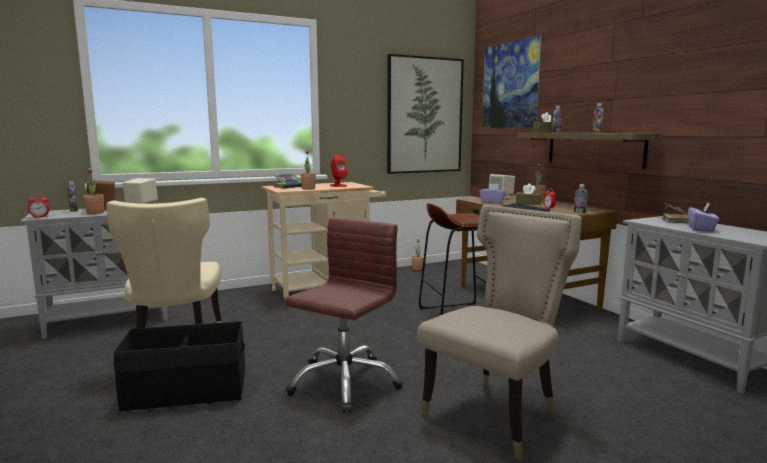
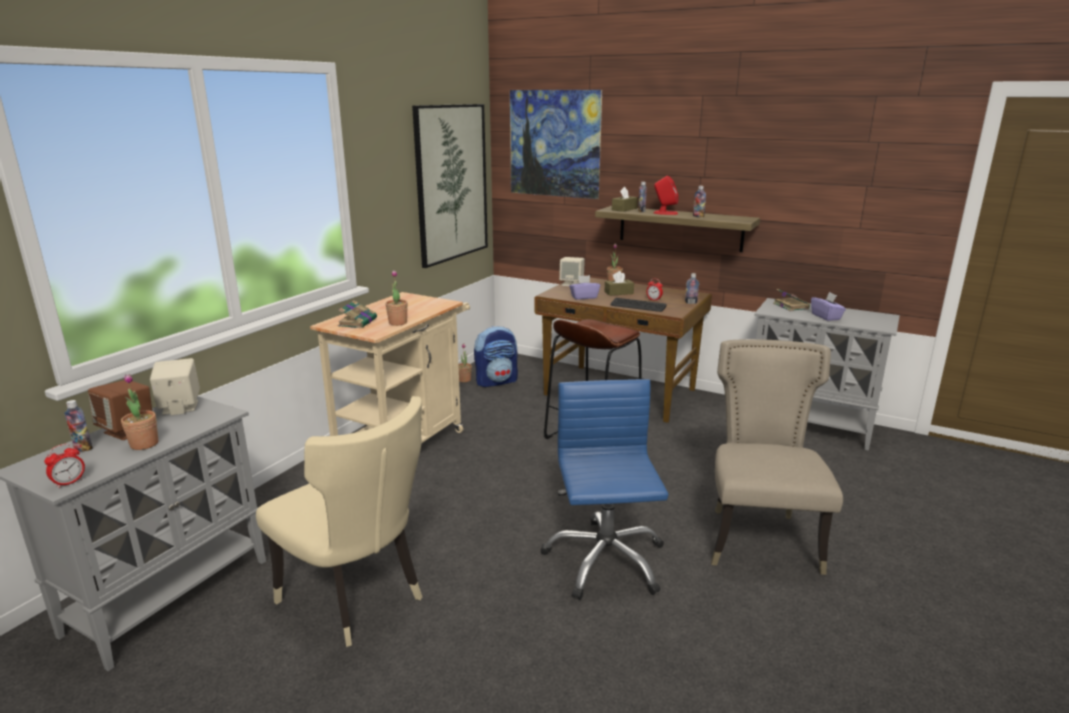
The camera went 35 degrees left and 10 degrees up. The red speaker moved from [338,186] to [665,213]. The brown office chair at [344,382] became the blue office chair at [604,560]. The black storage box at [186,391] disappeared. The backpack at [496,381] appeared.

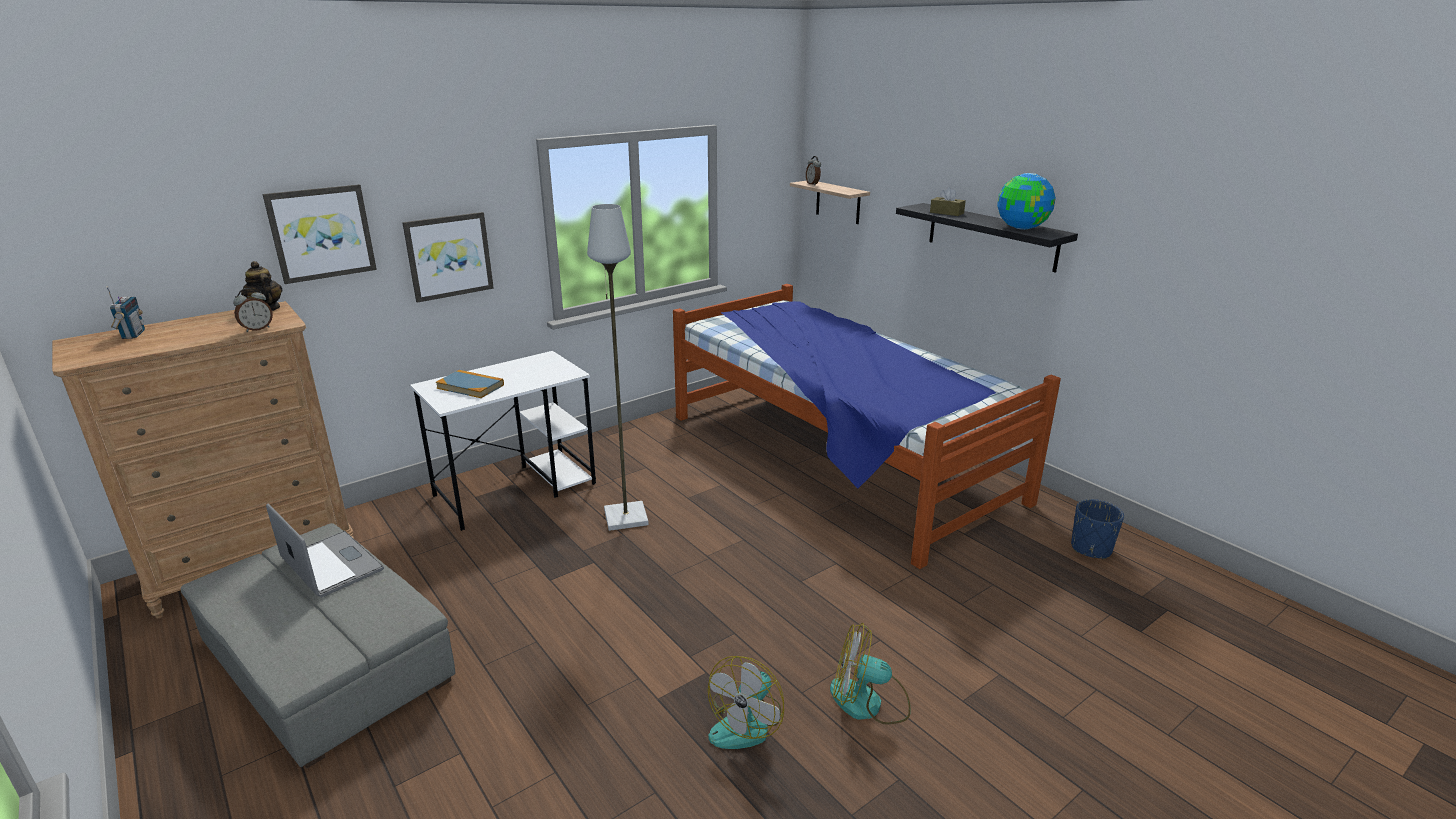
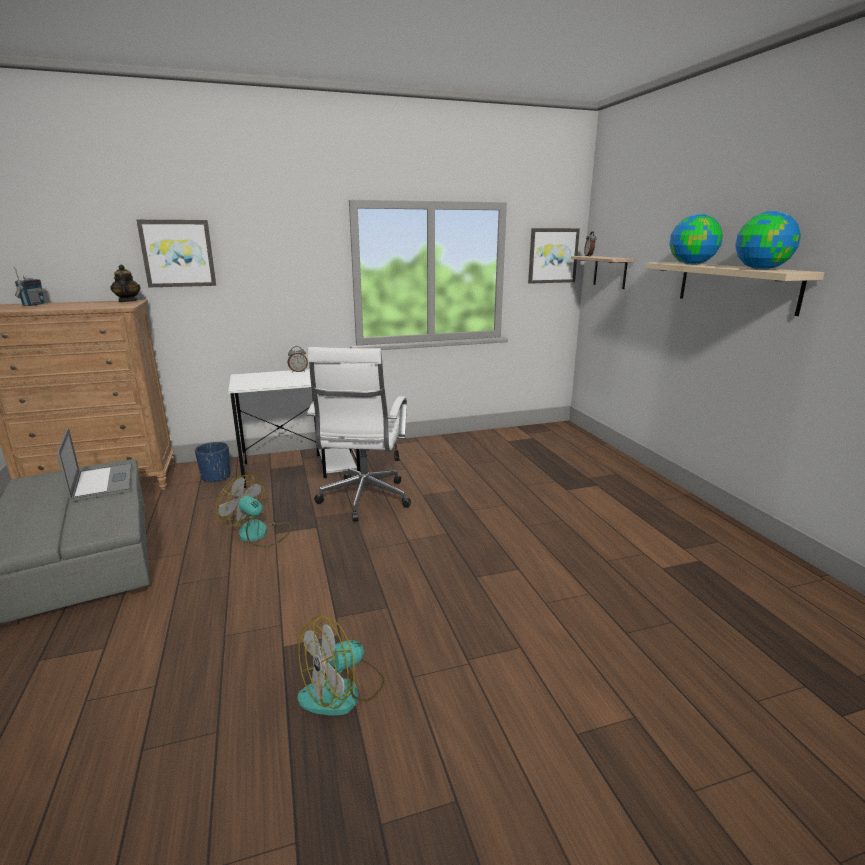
The camera went 20 degrees right and 5 degrees down. The brown tissue box at [946,213] was replaced by the globe at [692,264]. The black shelf at [991,236] became the beige shelf at [736,286]. The grey floor lamp at [625,518] was replaced by the white office chair at [364,500]. The picture moved from [449,256] to [552,255]. The bed at [836,458] disappeared. The alarm clock moved from [257,329] to [298,371]. The book at [470,386] disappeared. The blue planter moved from [1091,548] to [216,477]. The fan moved from [868,702] to [259,534].

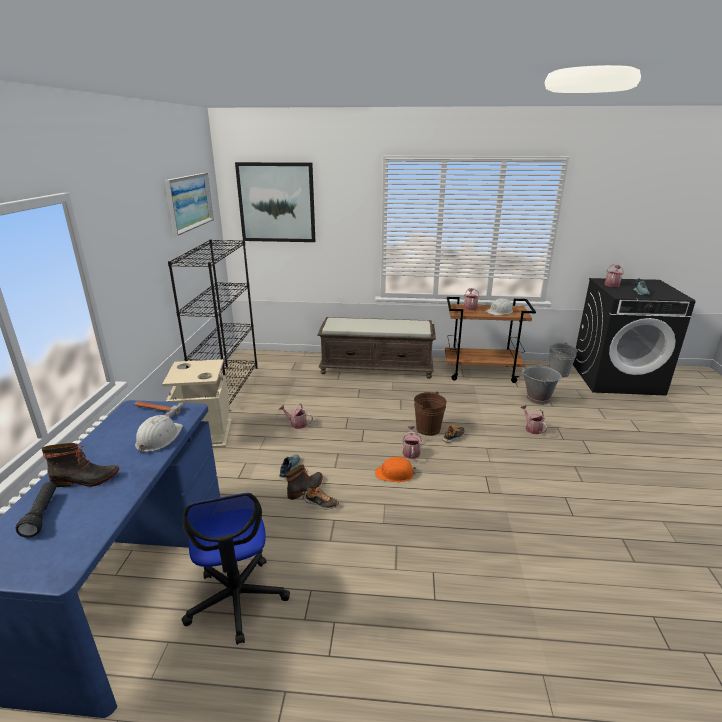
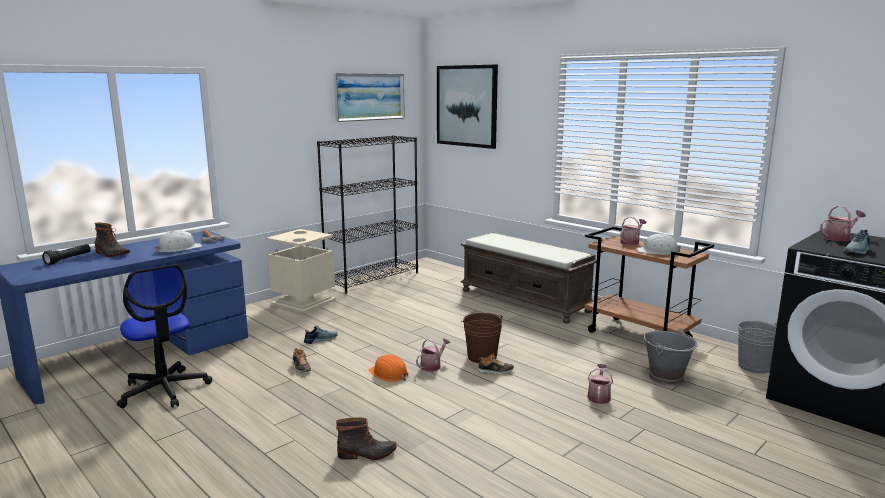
The camera went 40 degrees right and 10 degrees down. The watering can at [296,424] disappeared. The boot moved from [306,488] to [367,454]. The office chair at [237,599] turned 60 degrees counterclockwise.

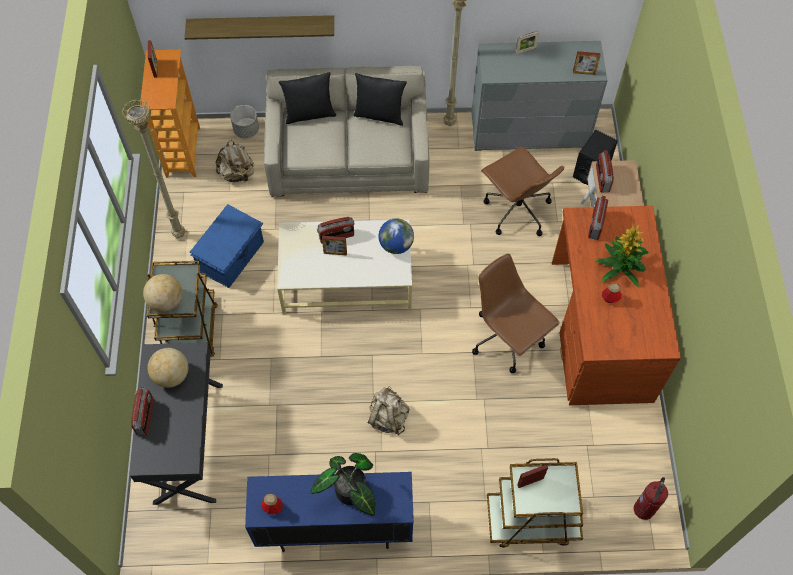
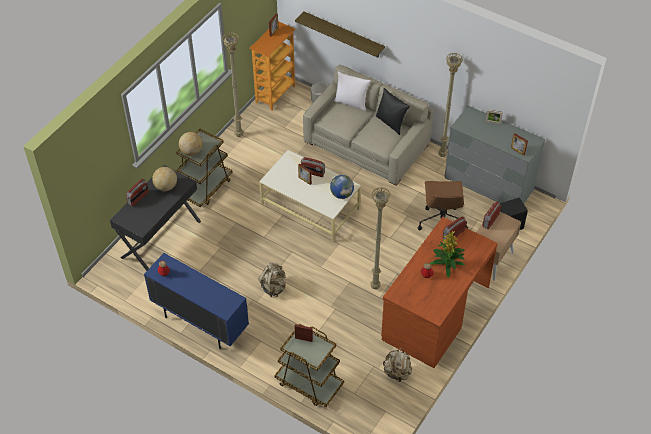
The camera went 35 degrees right and 10 degrees down. The black pillow at [309,114] became the white pillow at [351,103]. The beige backpack moved from [237,174] to [397,372]. The blue storage box at [232,256] disappeared. The brown office chair at [508,339] was replaced by the beige floor lamp at [376,287]. The potted plant at [351,494] disappeared. The fire extinguisher at [644,509] disappeared.

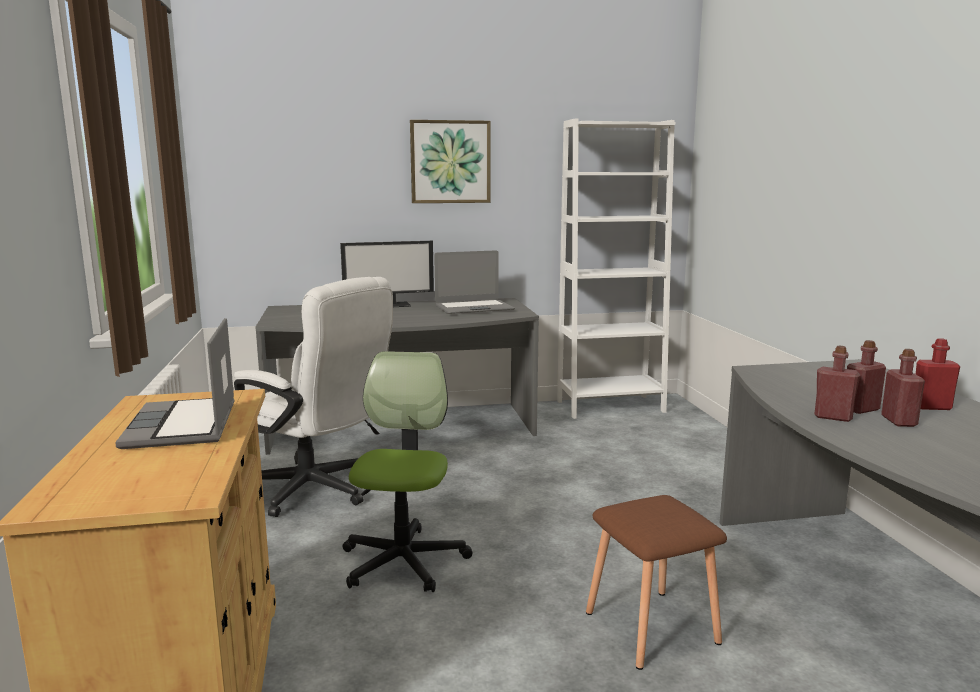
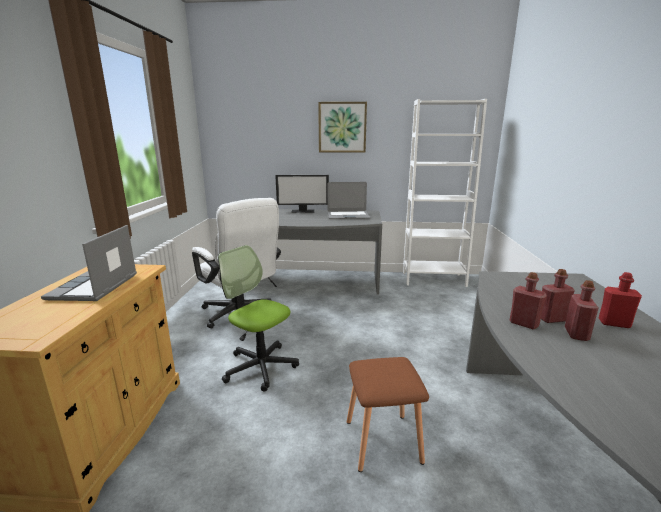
The camera went 15 degrees right and 5 degrees up. The office chair at [403,561] turned 75 degrees counterclockwise.

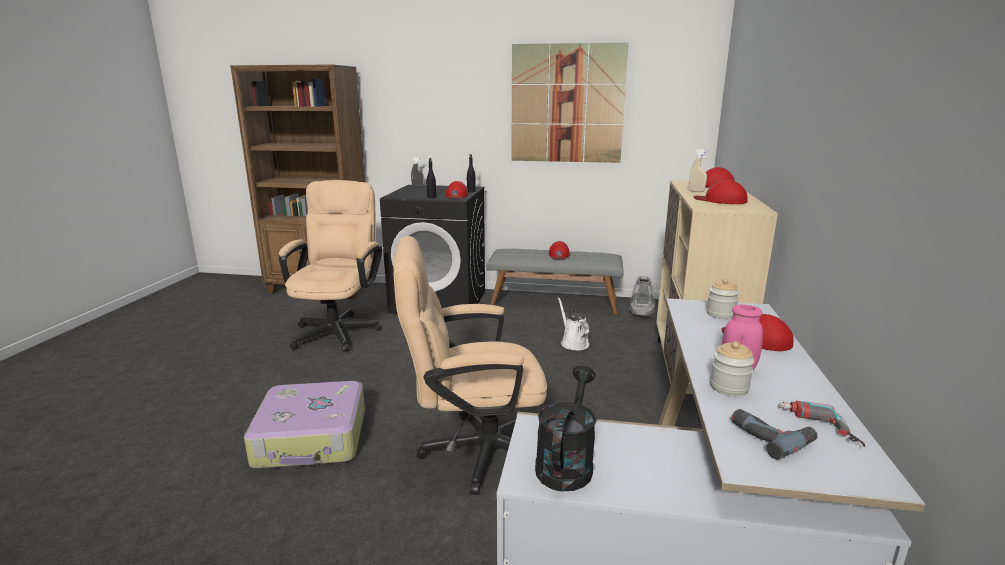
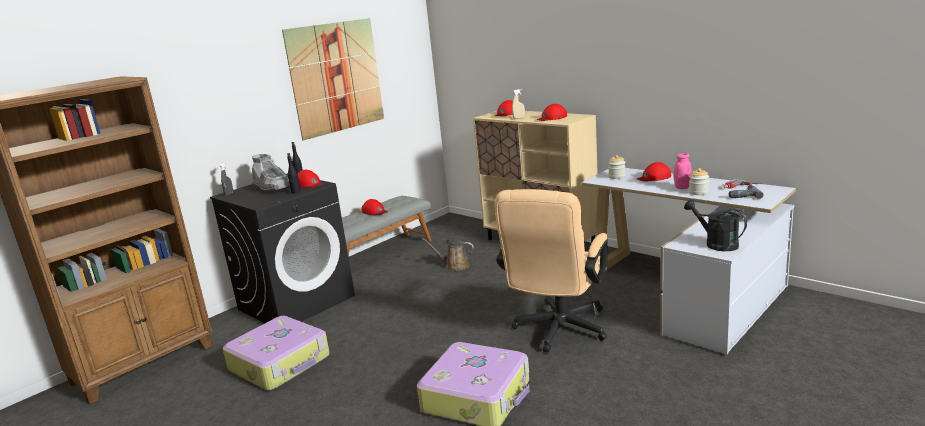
The camera went 55 degrees left and 0 degrees up. The beige office chair at [339,329] was replaced by the suitcase at [281,363]. The grey boot moved from [641,310] to [273,188]. The white watering can at [573,343] became the brown watering can at [454,266].

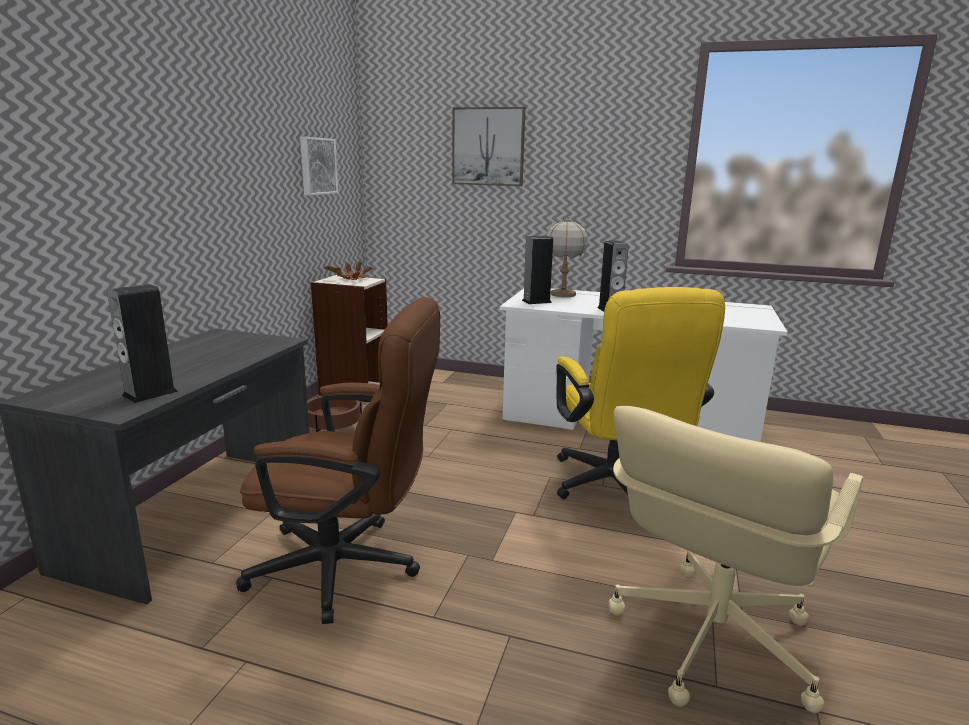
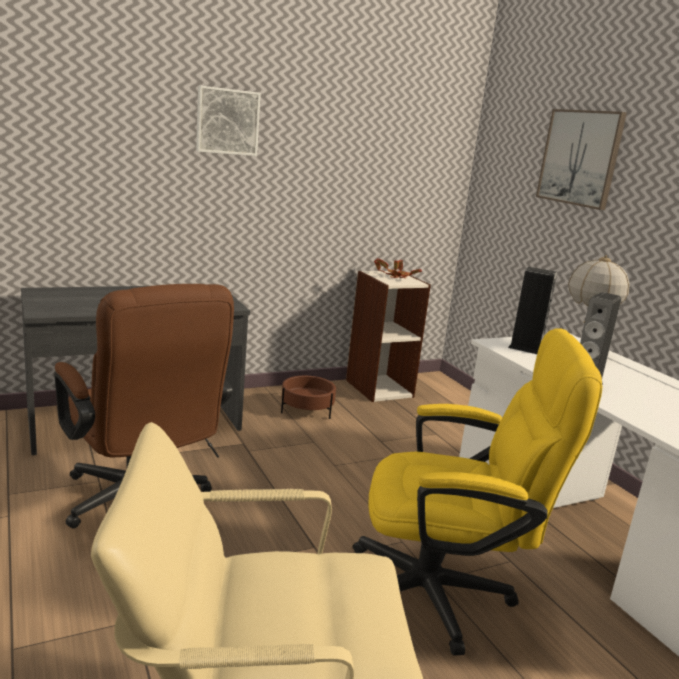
The camera went 45 degrees right and 0 degrees up. The picture moved from [317,166] to [227,121]. The speaker at [150,393] disappeared. The yellow office chair at [618,490] turned 120 degrees counterclockwise.

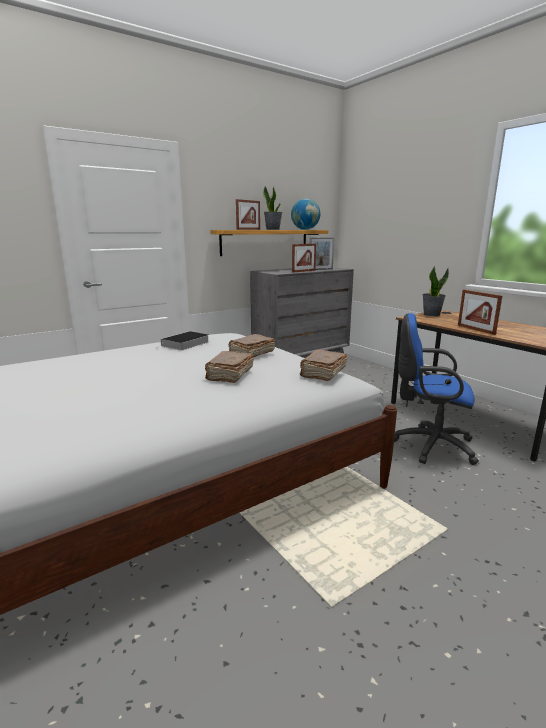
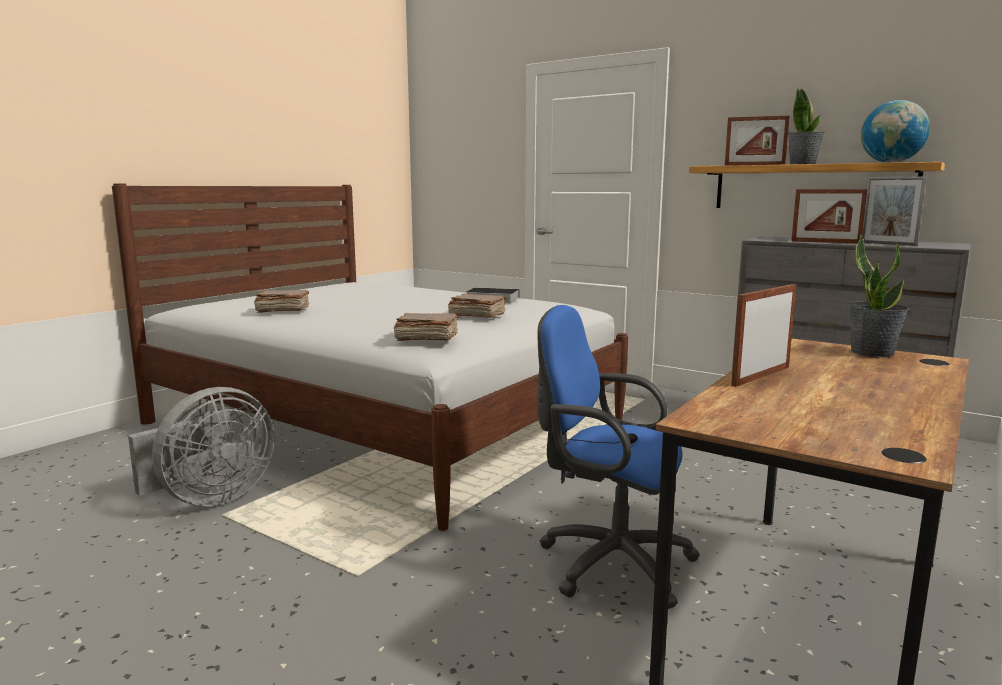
The camera went 70 degrees right and 5 degrees down. The blue office chair at [429,445] turned 60 degrees counterclockwise. The brown book moved from [229,375] to [282,310]. The grey fan at [210,498] appeared.

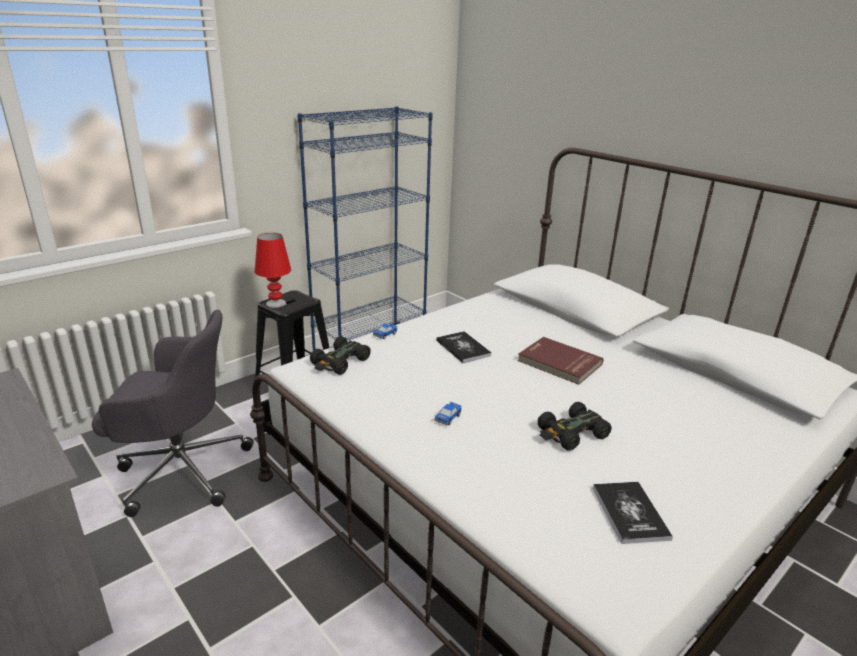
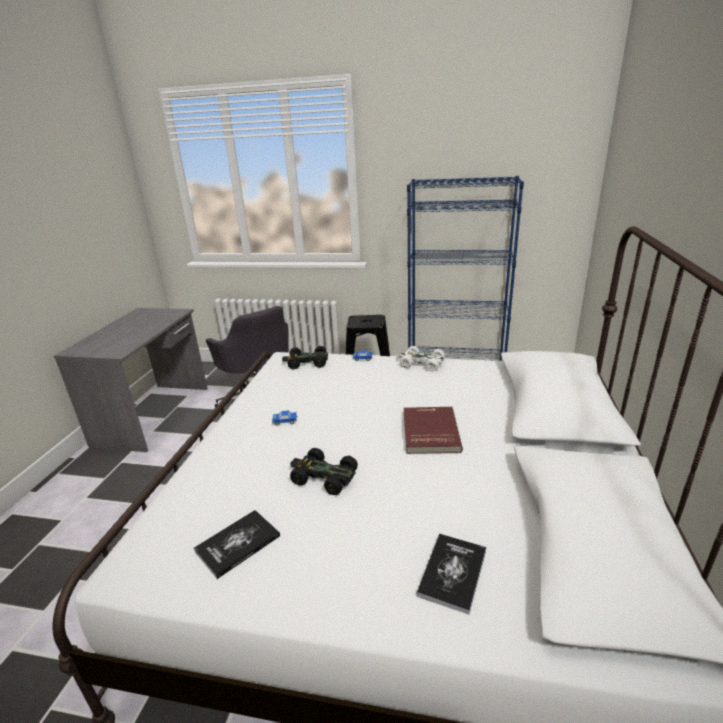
The camera went 55 degrees right and 0 degrees up. The red table lamp at [275,303] disappeared. The book moved from [463,348] to [452,572]. The white toy car at [421,363] appeared.

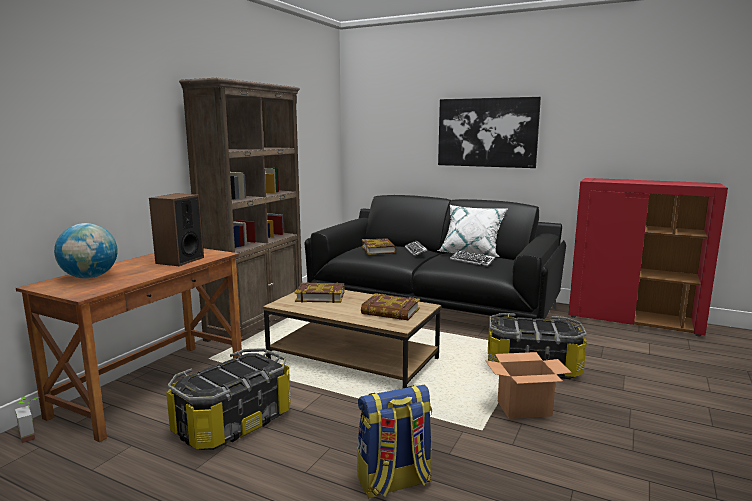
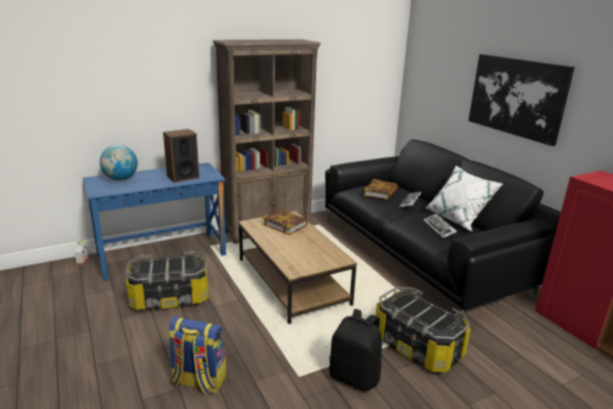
The camera went 35 degrees right and 10 degrees up. The brown desk at [153,386] became the blue desk at [162,255]. The book at [390,311] disappeared. The cardboard box at [524,408] was replaced by the black backpack at [355,377].

